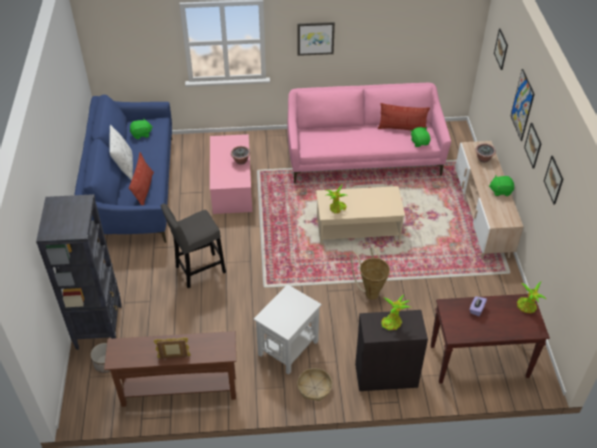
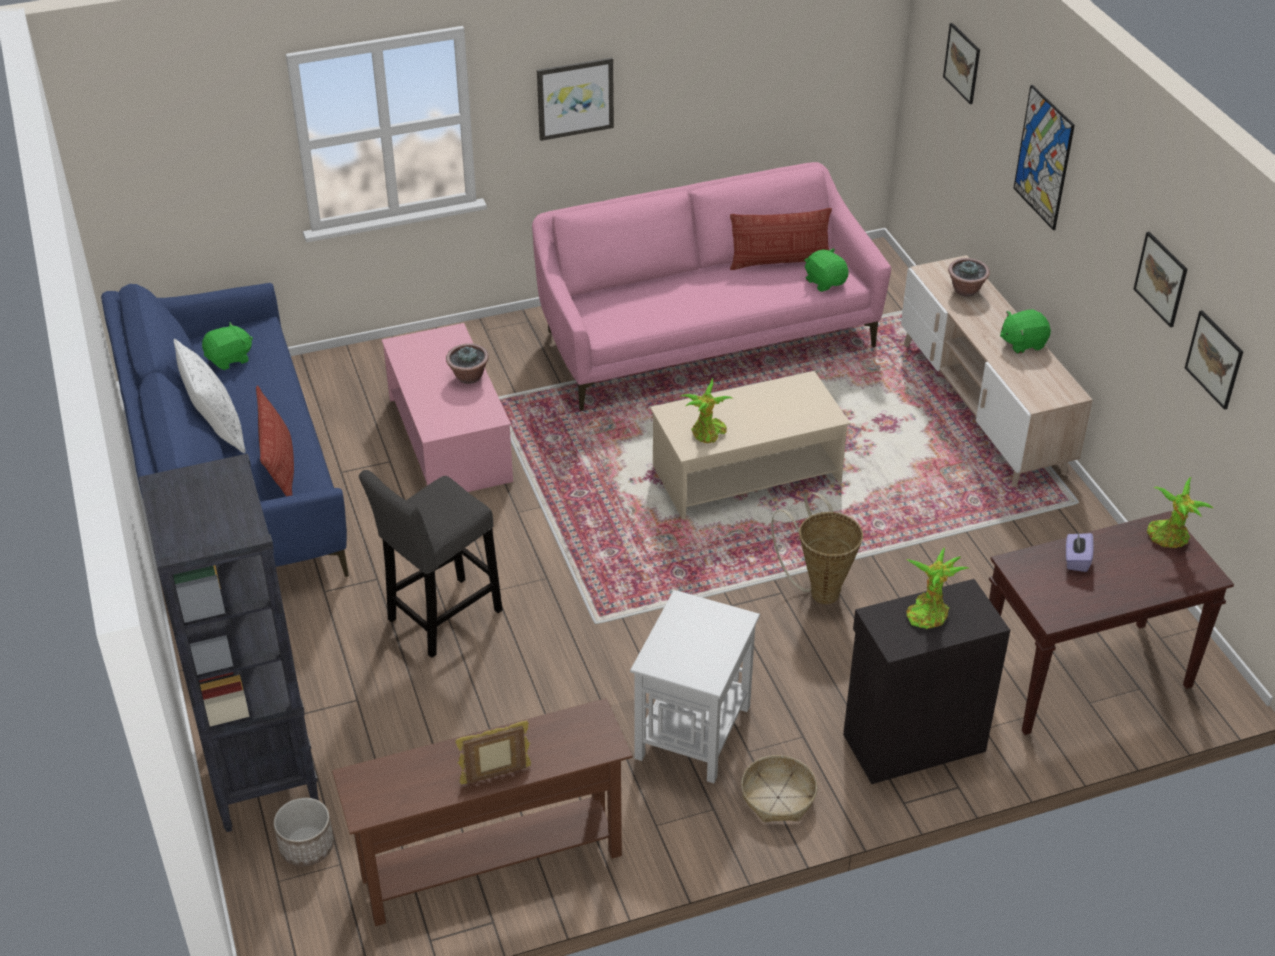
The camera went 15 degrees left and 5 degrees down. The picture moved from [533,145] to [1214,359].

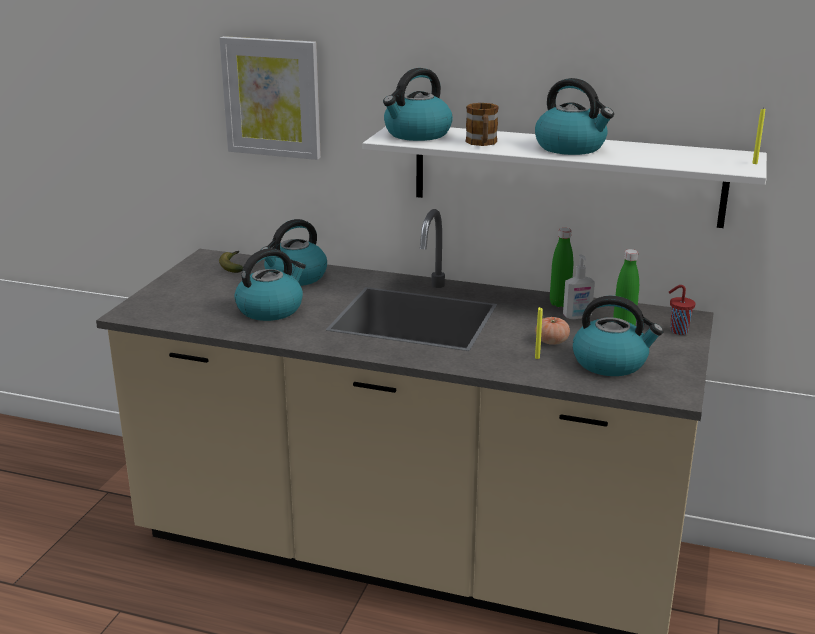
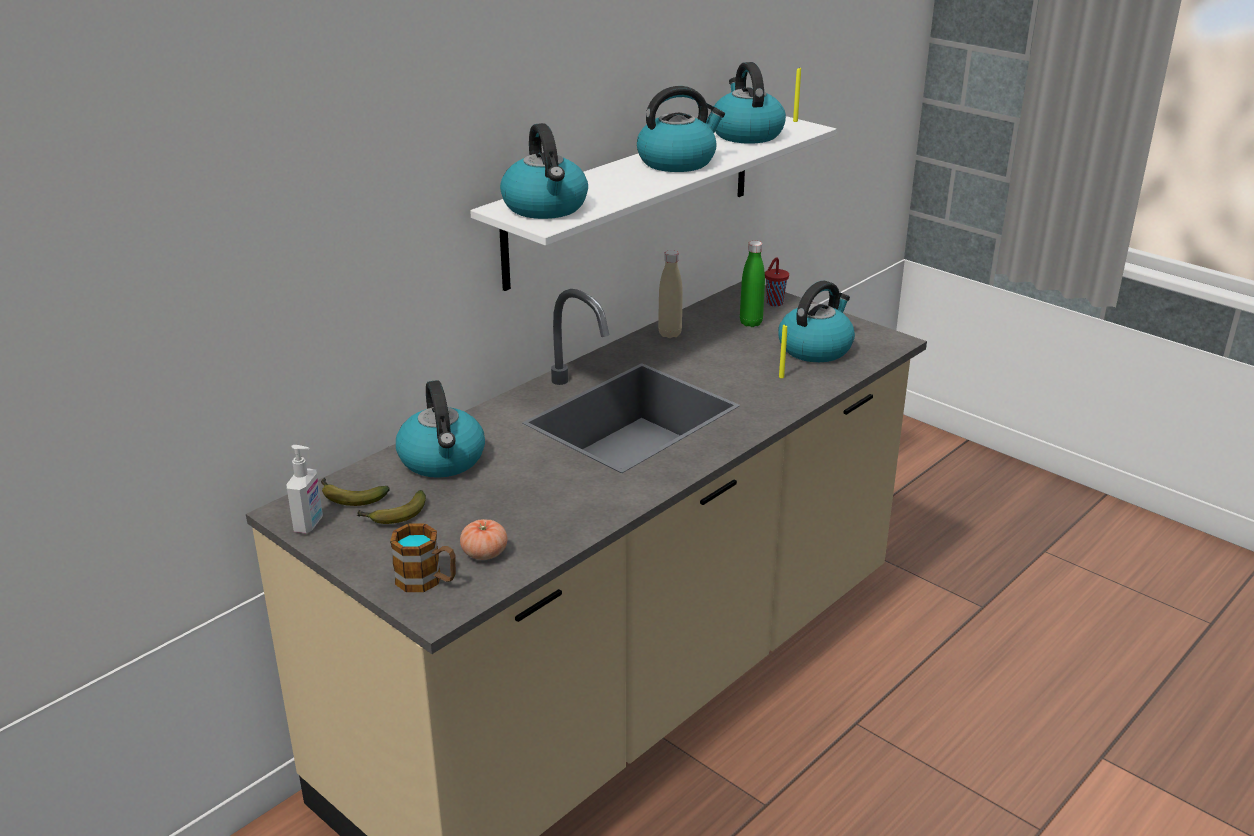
The camera went 65 degrees left and 5 degrees up. The picture at [272,97] disappeared. The mug moved from [482,143] to [427,581]. The green bottle at [559,303] became the beige bottle at [669,334]. The kettle moved from [270,309] to [746,134]. The soap dispenser moved from [577,316] to [309,524]. The tomato moved from [551,341] to [484,553]. The banana at [394,516] appeared.

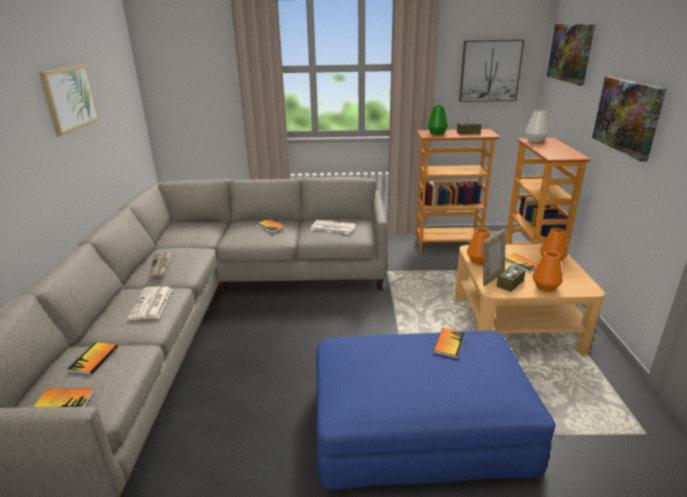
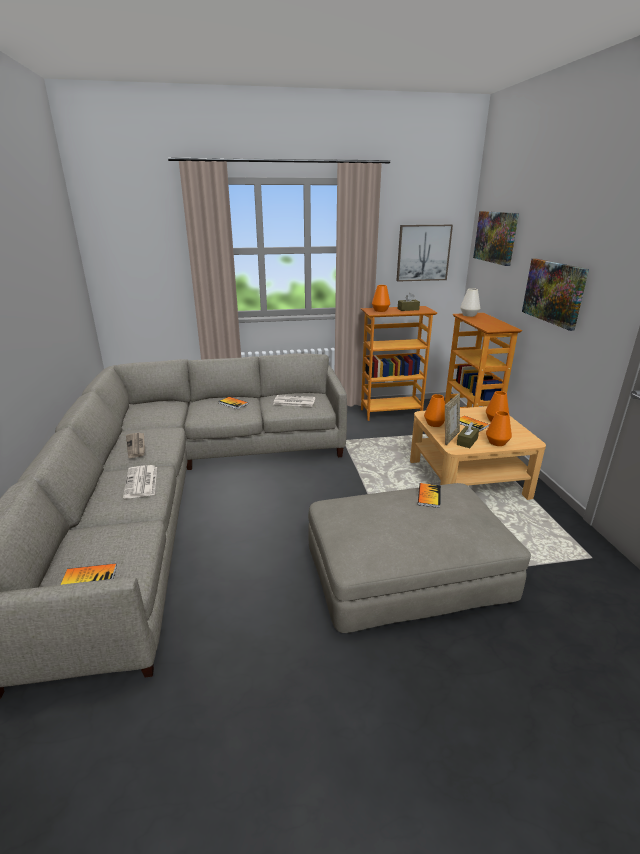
The camera went 10 degrees left and 0 degrees up. The picture at [70,98] disappeared. The green vase at [437,133] became the orange vase at [380,310]. The blue ottoman at [419,424] became the beige ottoman at [407,570]. The book at [93,359] disappeared.

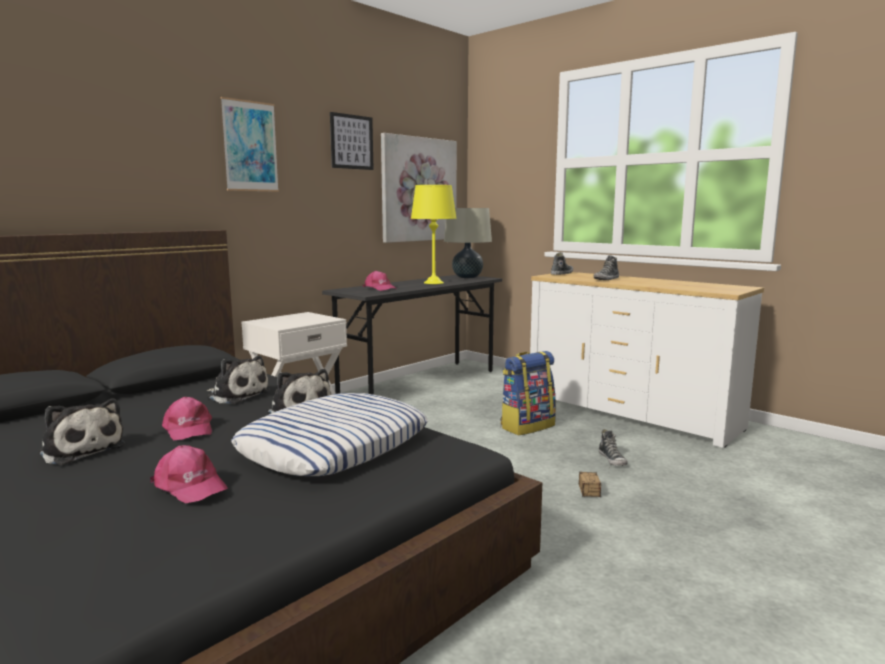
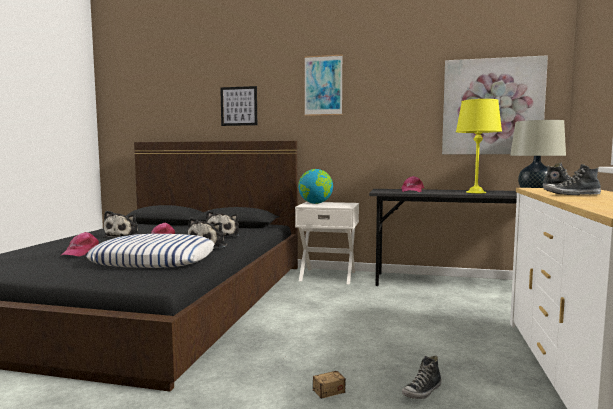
The camera went 60 degrees right and 5 degrees down. The picture moved from [351,142] to [239,106]. The backpack at [527,426] disappeared. The globe at [315,203] appeared.

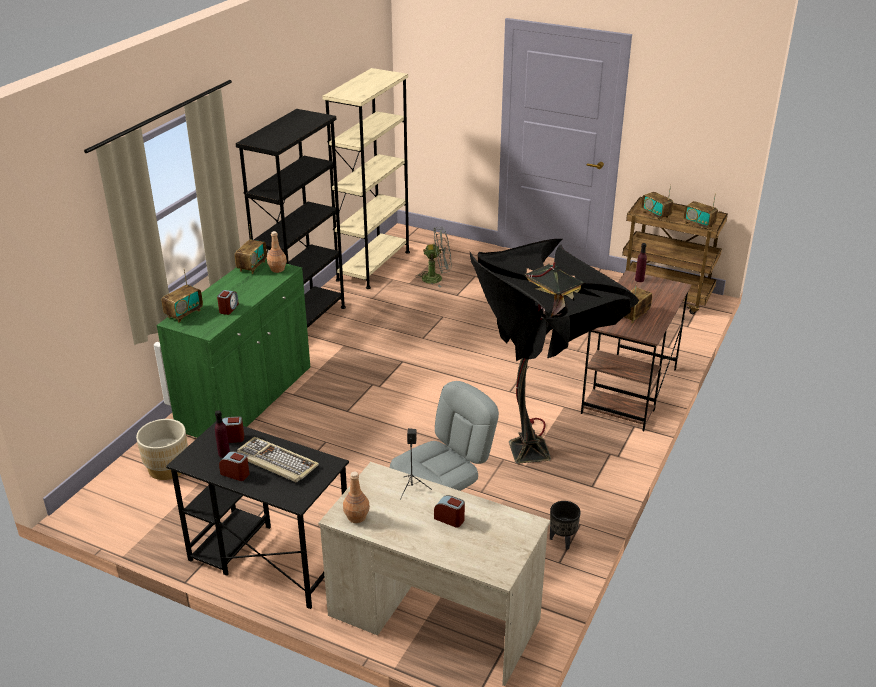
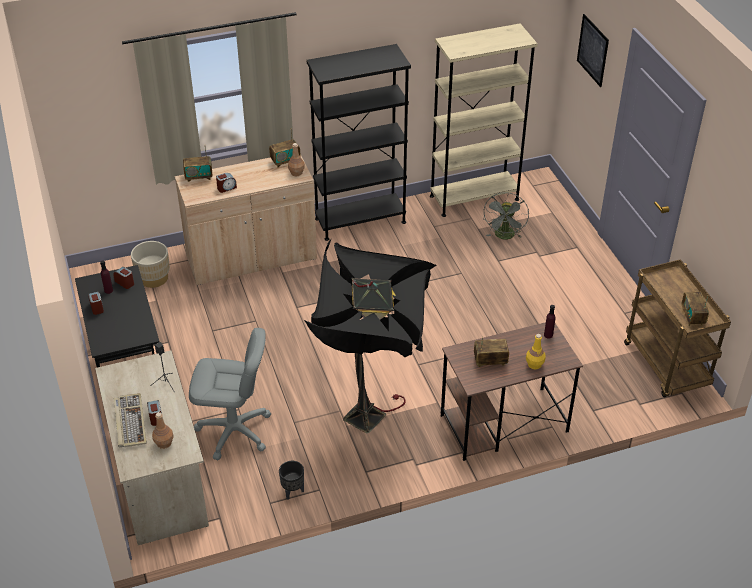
The camera went 45 degrees right and 10 degrees up. The radio at [655,215] disappeared. The grey fan at [436,278] turned 60 degrees clockwise. The green cabinet at [246,399] became the beige cabinet at [251,258]. The keyboard moved from [275,462] to [129,421]. The brown bottle moved from [356,517] to [164,443]. The picture at [592,50] appeared. The yellow bottle at [534,364] appeared.

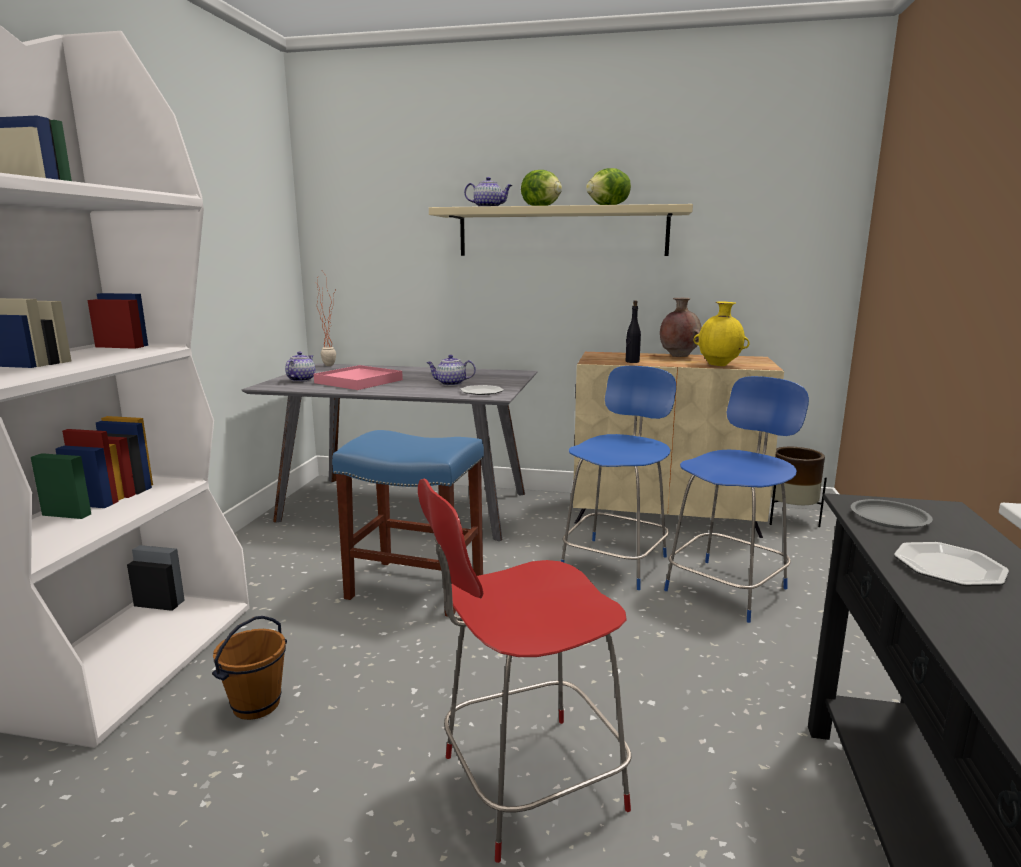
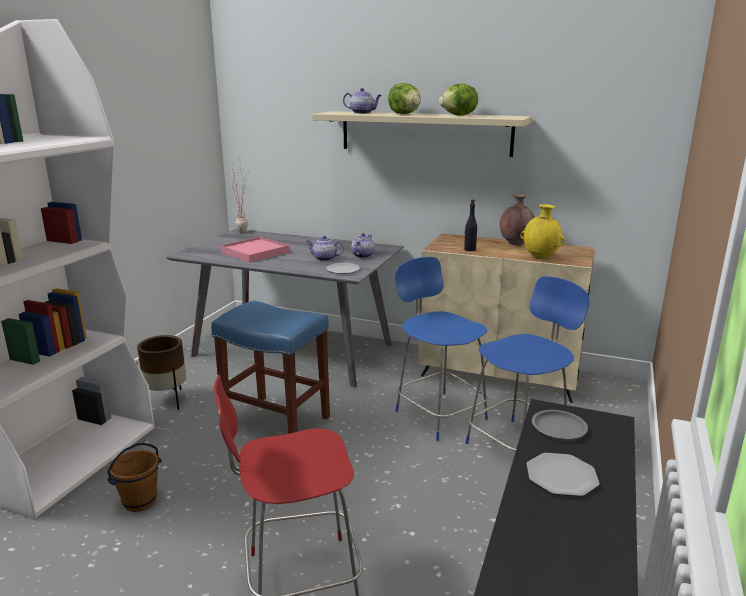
The camera went 10 degrees right and 5 degrees up. The teapot moved from [300,380] to [362,255]. The blue chair at [616,561] turned 75 degrees counterclockwise. The brown planter moved from [791,520] to [167,400].

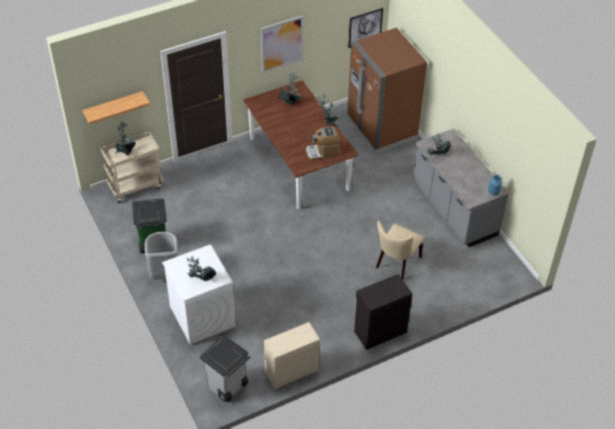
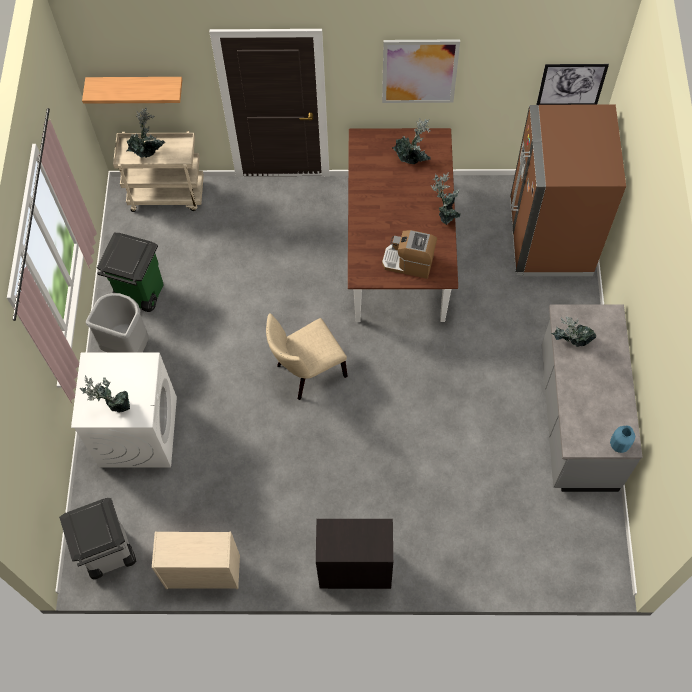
The camera went 30 degrees right and 15 degrees up. The beige chair moved from [396,263] to [307,372].

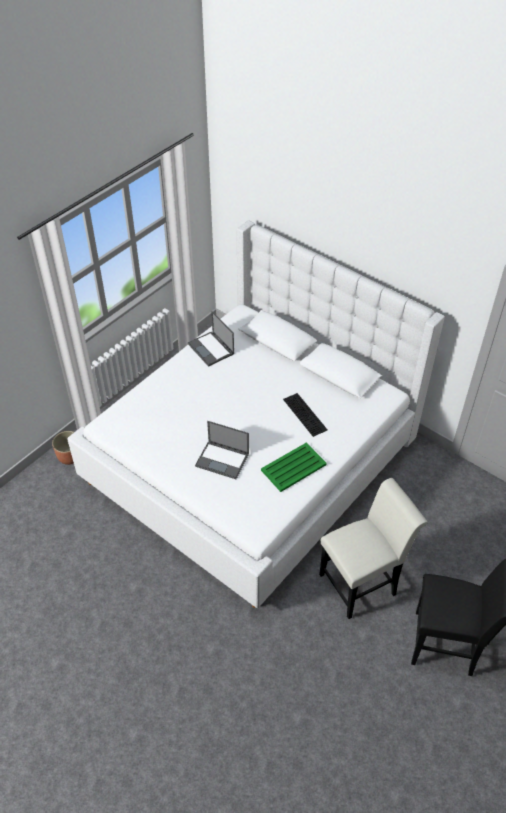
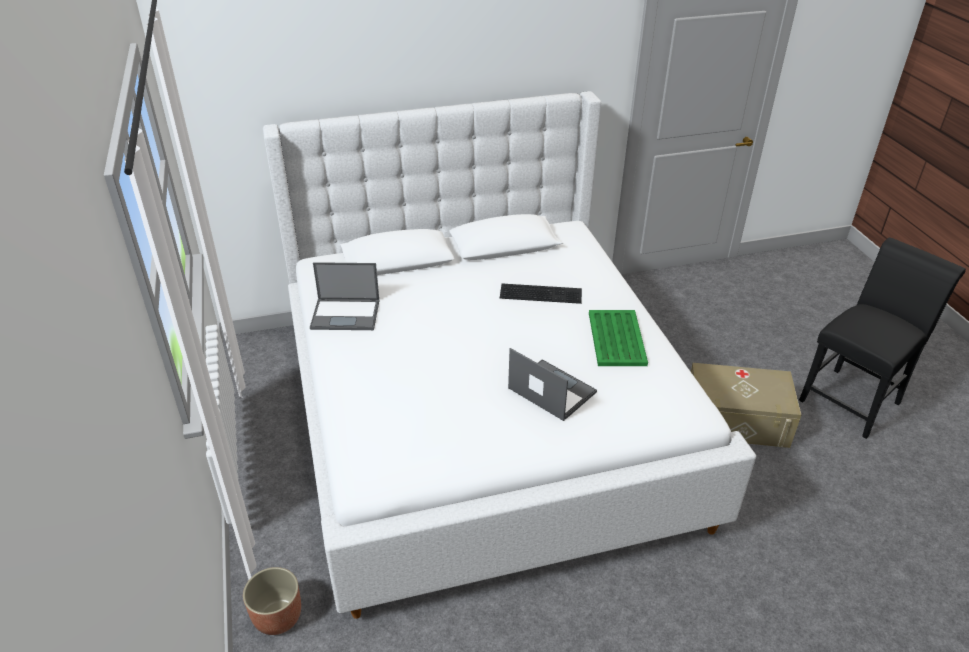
The camera went 55 degrees left and 10 degrees down. The laptop at [223,460] turned 105 degrees counterclockwise. The white chair at [362,582] was replaced by the beige storage box at [736,420].

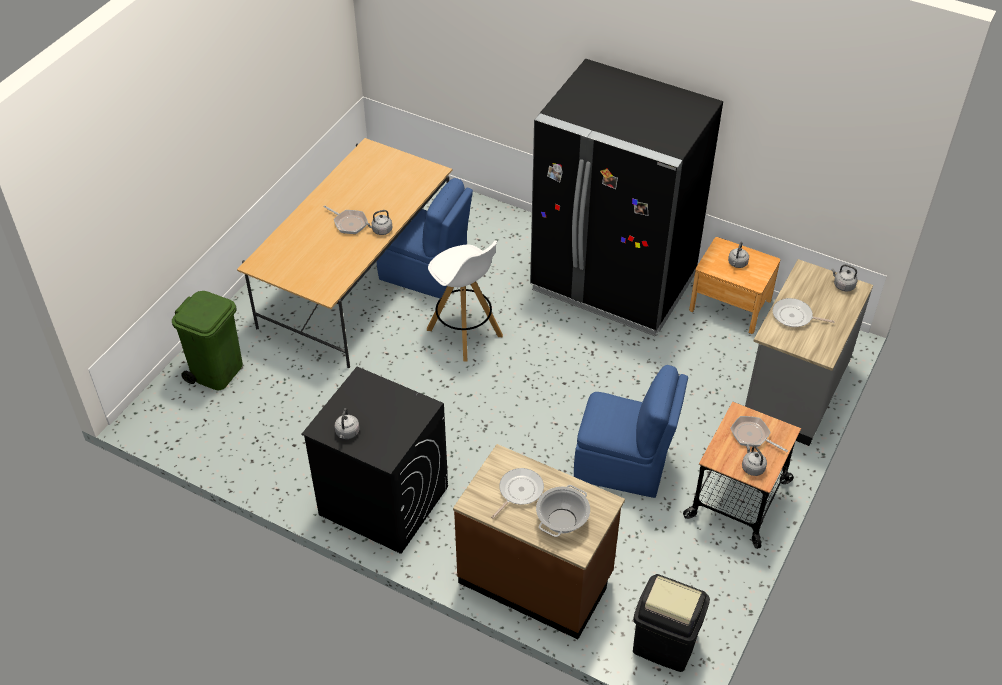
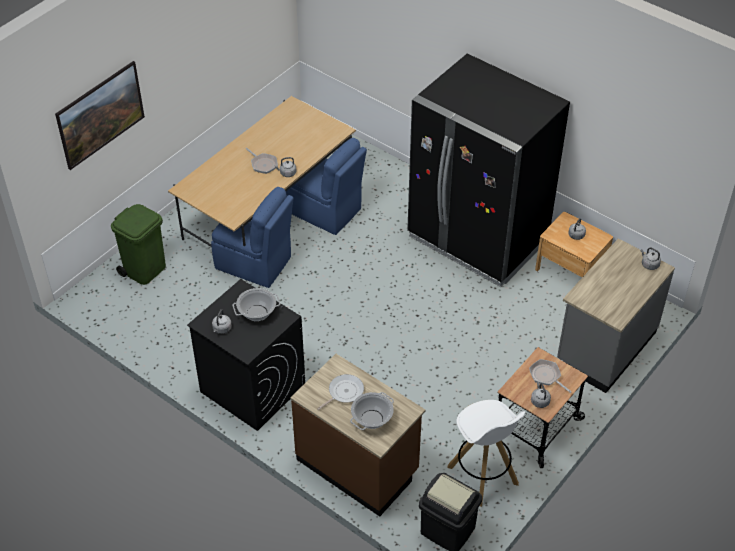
The camera went 10 degrees right and 0 degrees up. The white stool moved from [465,333] to [483,476]. The frying pan at [794,316] disappeared. The blue chair moved from [623,465] to [255,264]. The picture at [103,128] appeared. The cooking pot at [257,313] appeared.

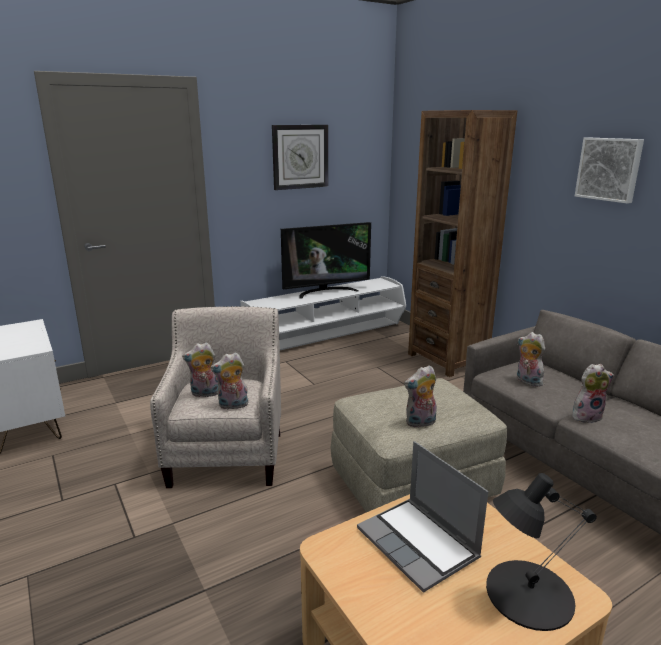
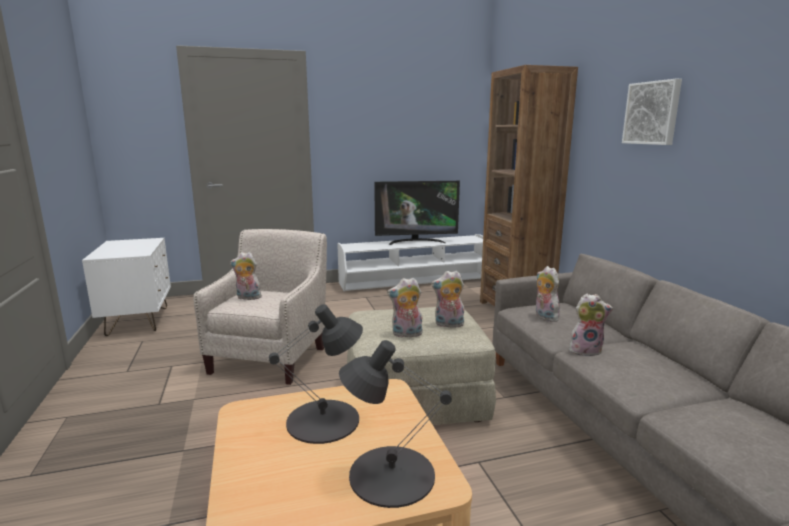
The camera went 15 degrees right and 5 degrees down. The wall clock at [300,157] disappeared. The plush toy moved from [232,406] to [448,325]. The laptop at [419,544] was replaced by the black table lamp at [324,421].

